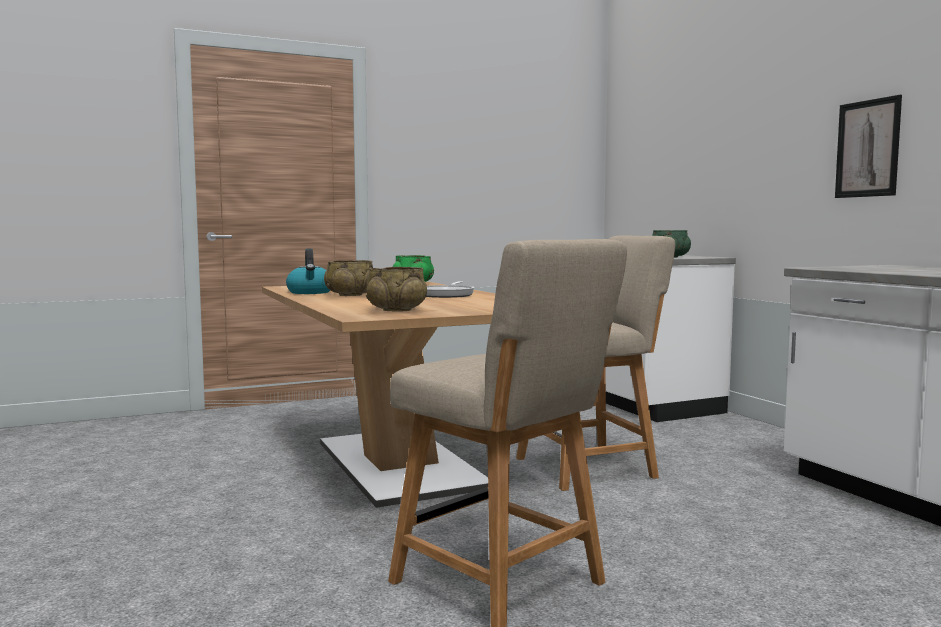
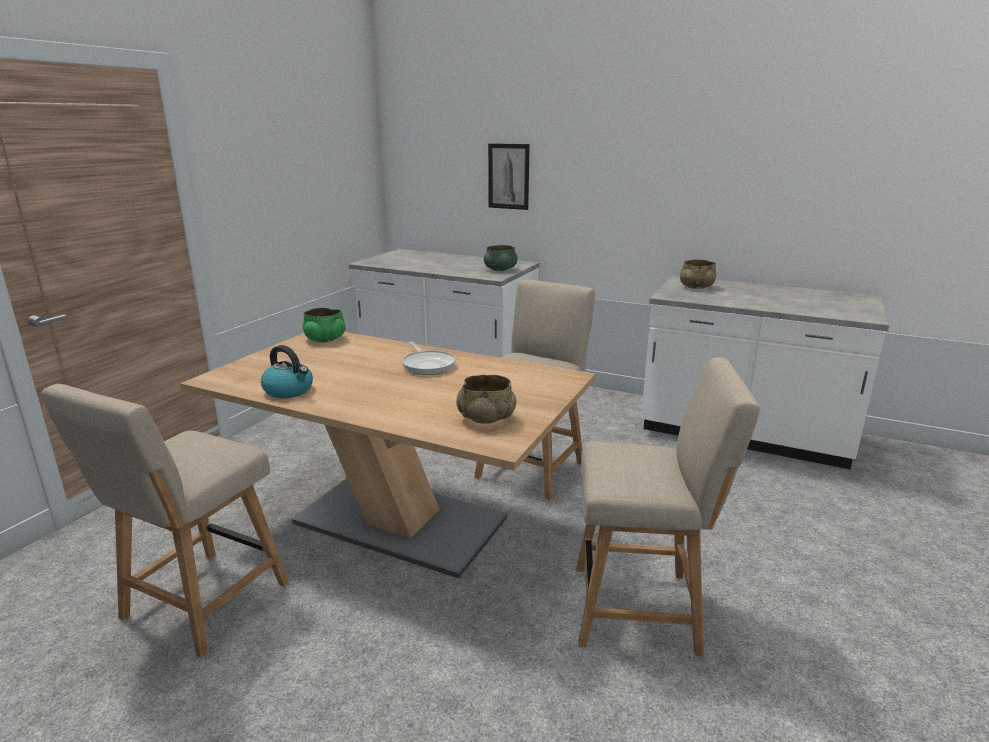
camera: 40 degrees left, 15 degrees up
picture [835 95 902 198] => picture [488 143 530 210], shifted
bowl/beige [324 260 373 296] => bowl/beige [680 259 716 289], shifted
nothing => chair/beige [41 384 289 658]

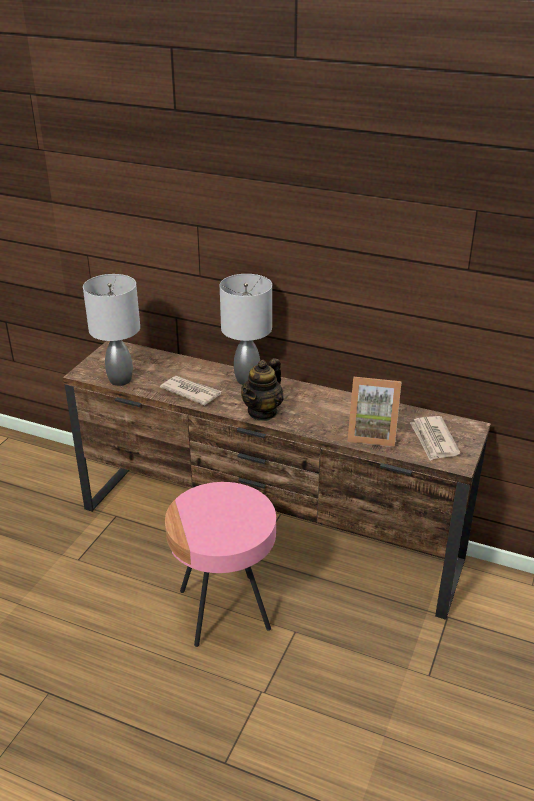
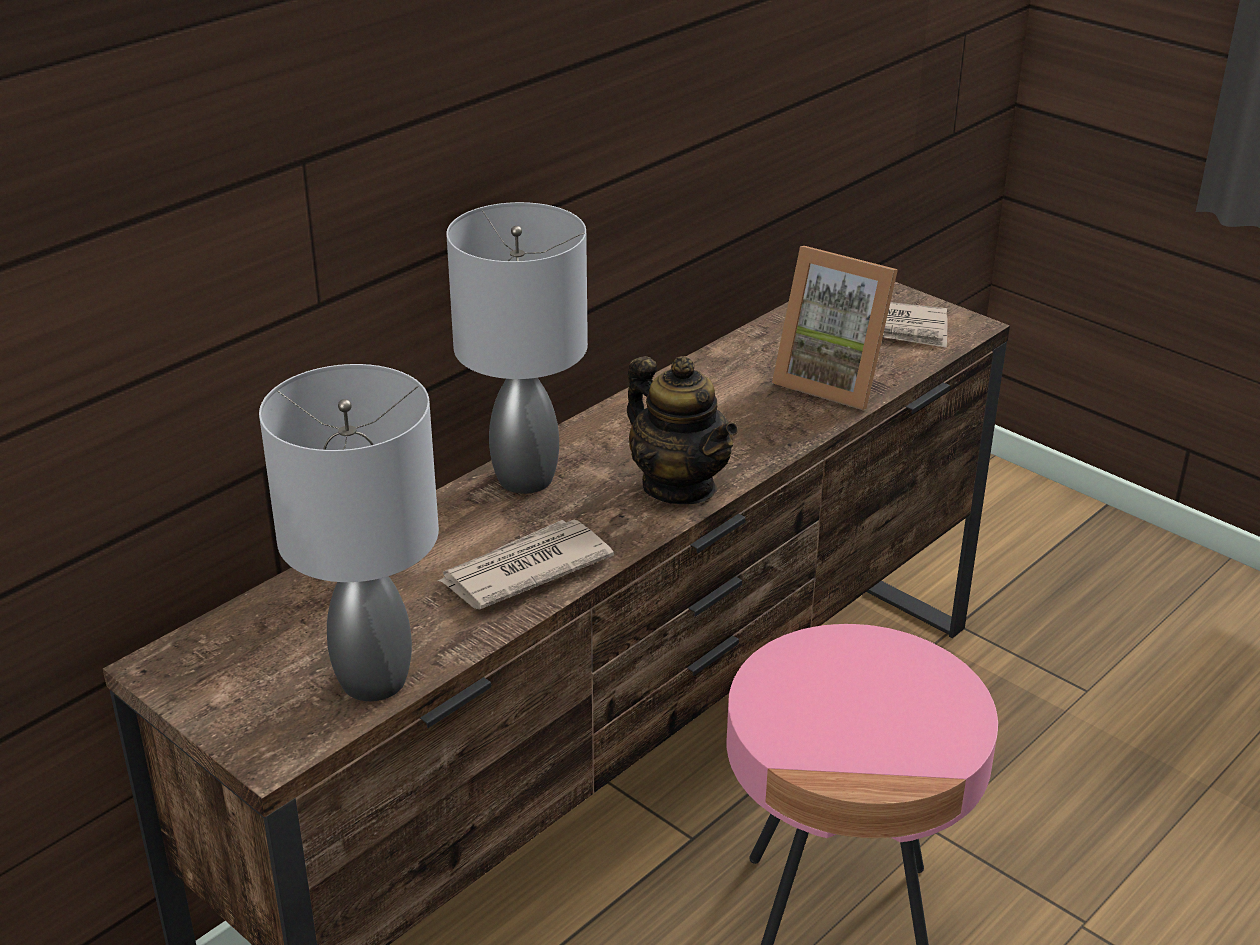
camera: 70 degrees left, 0 degrees up
picture frame [347 377 402 447] => picture frame [772 246 898 410], 90 degrees clockwise

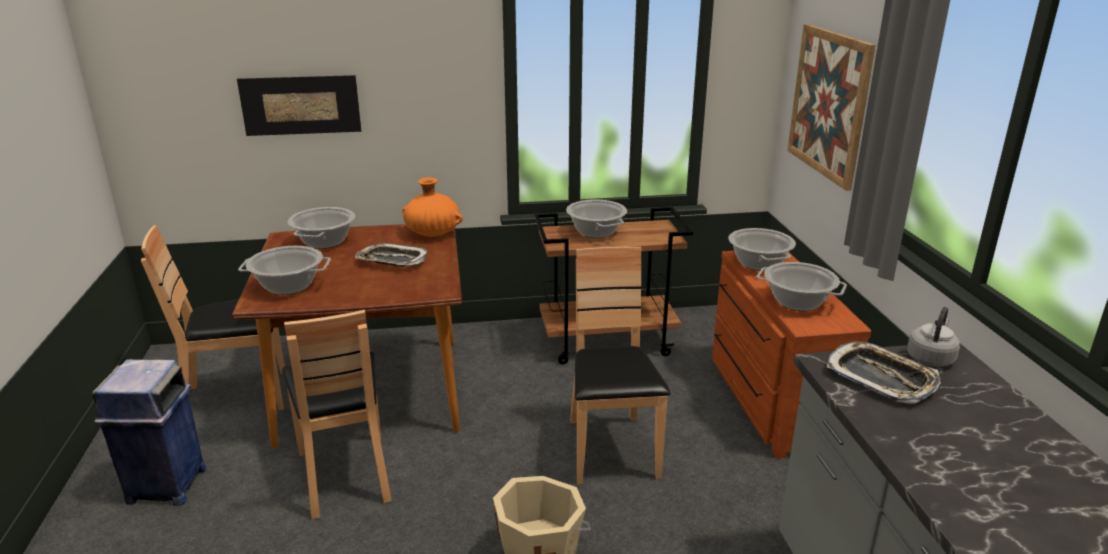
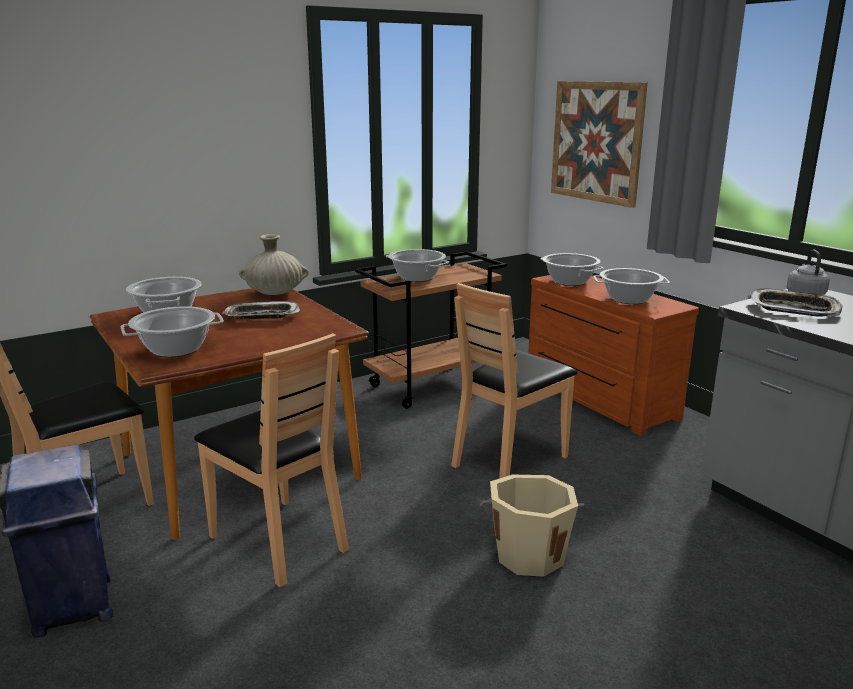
camera: 25 degrees left, 5 degrees down
picture [237 75 361 136] => nothing
vase/orange [402 177 463 237] => vase/beige [239 234 309 295]
chair/brown [570 247 671 484] => chair/brown [451 283 578 479], 105 degrees counterclockwise

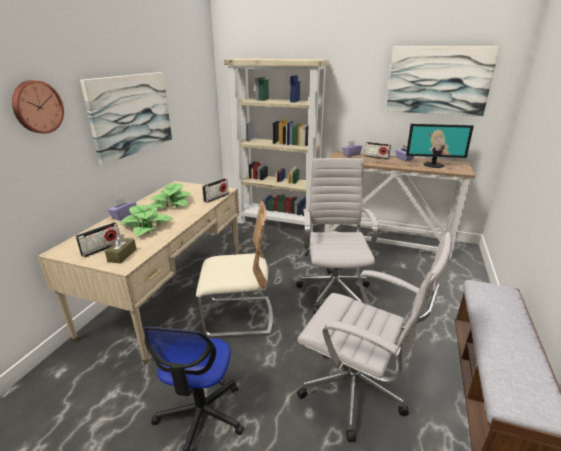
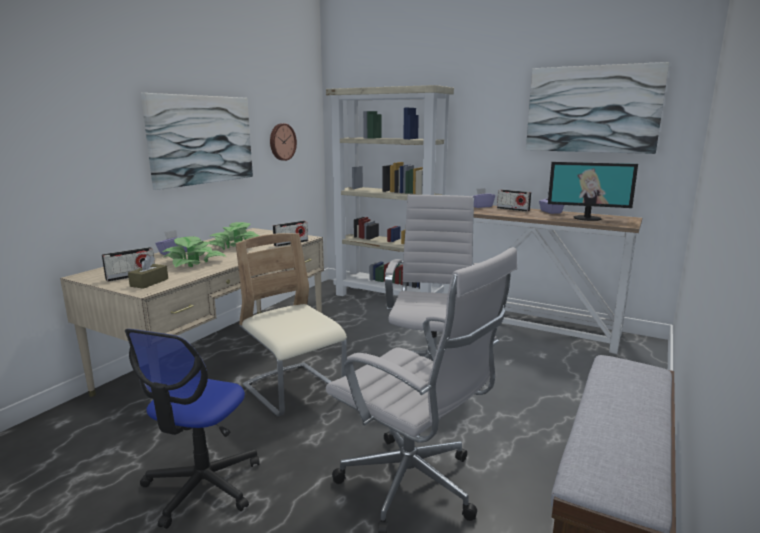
camera: 10 degrees right, 10 degrees down
wall clock [12 80 64 134] => wall clock [270 124 297 161], shifted
chair/beige [196 201 273 337] => chair/beige [236 233 347 416], 135 degrees counterclockwise

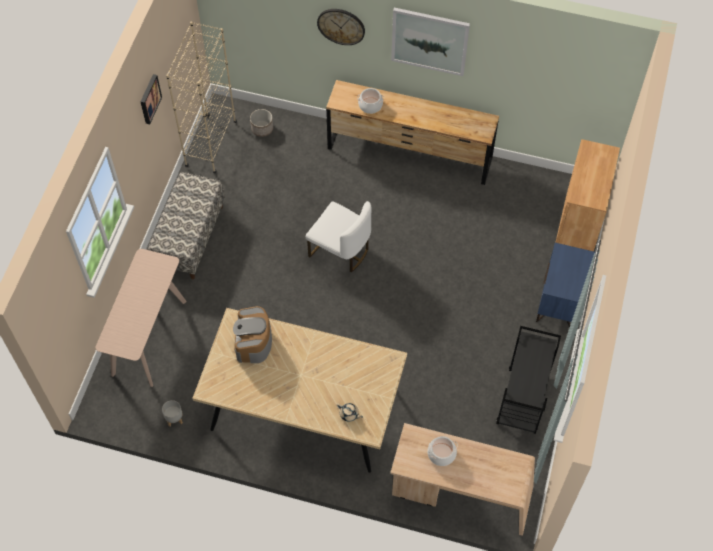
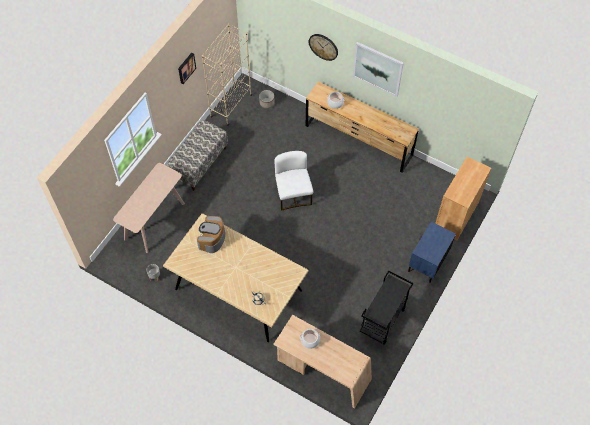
camera: 15 degrees right, 0 degrees up
chair/white [306 201 371 272] => chair/white [274 151 313 211], 150 degrees counterclockwise

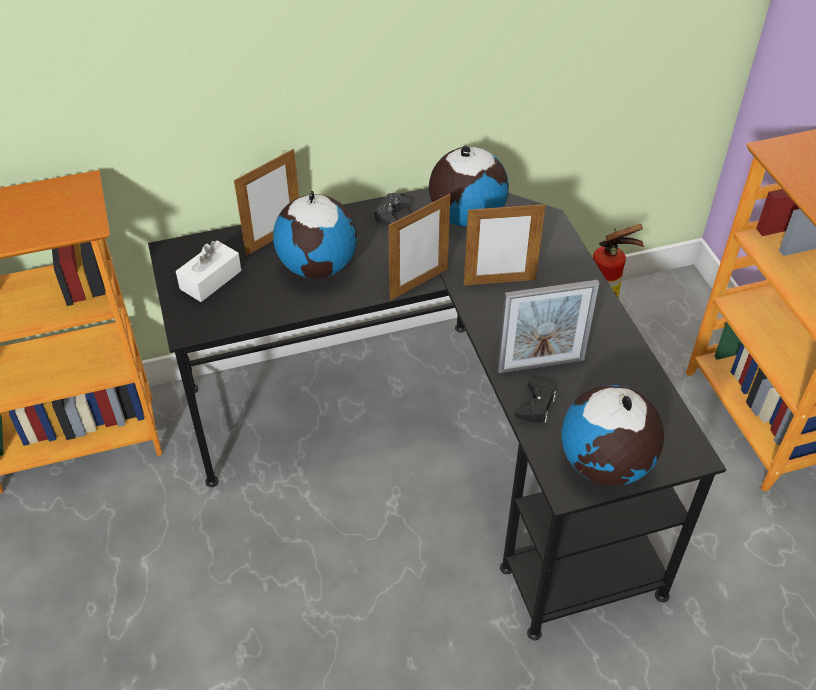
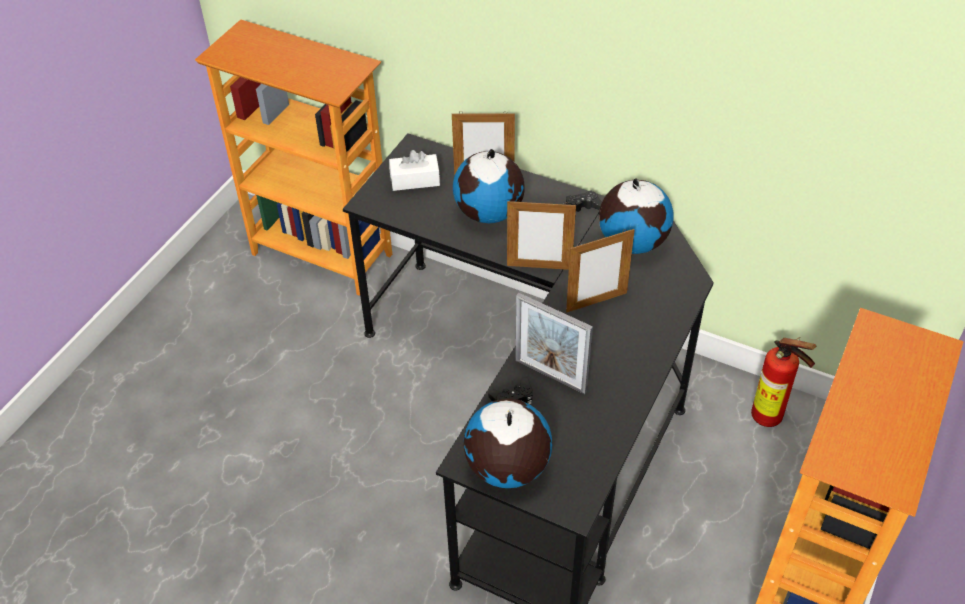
camera: 45 degrees right, 0 degrees up
picture frame [464 202 545 285] => picture frame [566 229 635 313], 60 degrees counterclockwise

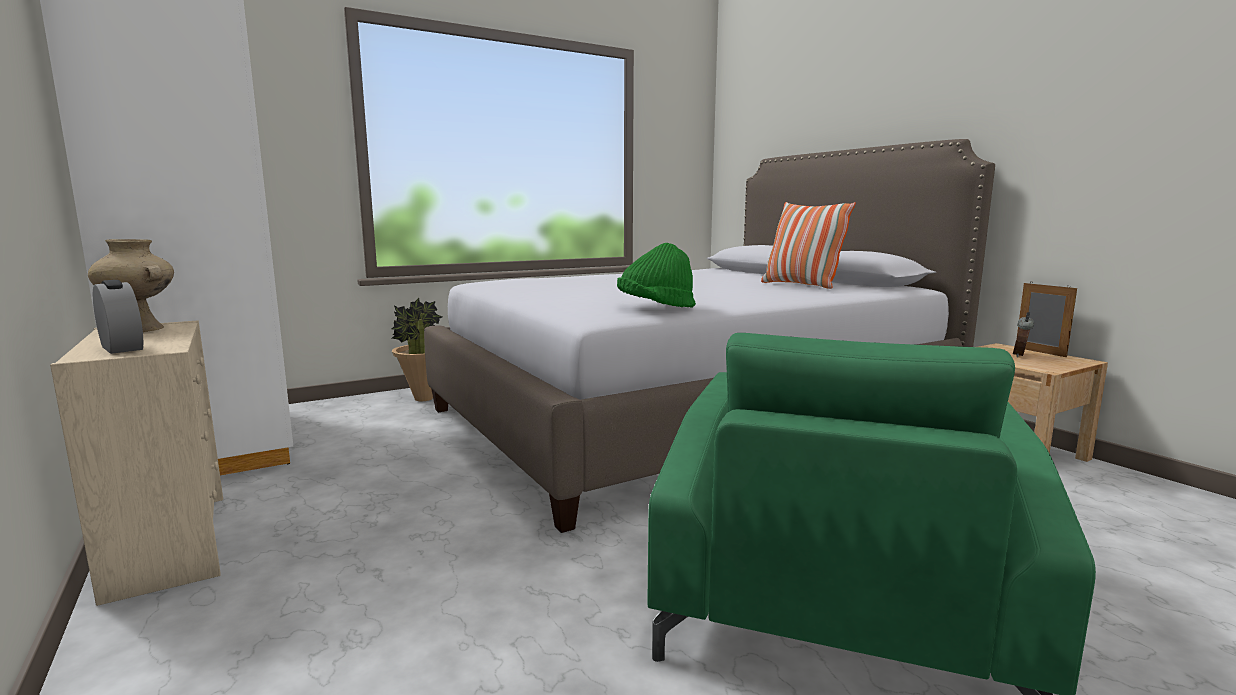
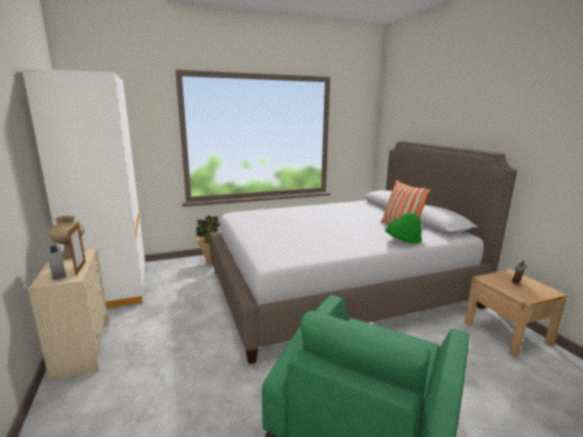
camera: 10 degrees right, 5 degrees up
hat/green [617 243 696 308] => hat/green [385 212 422 243], shifted
picture frame [1017 281 1077 357] => picture frame [67 222 86 276], shifted

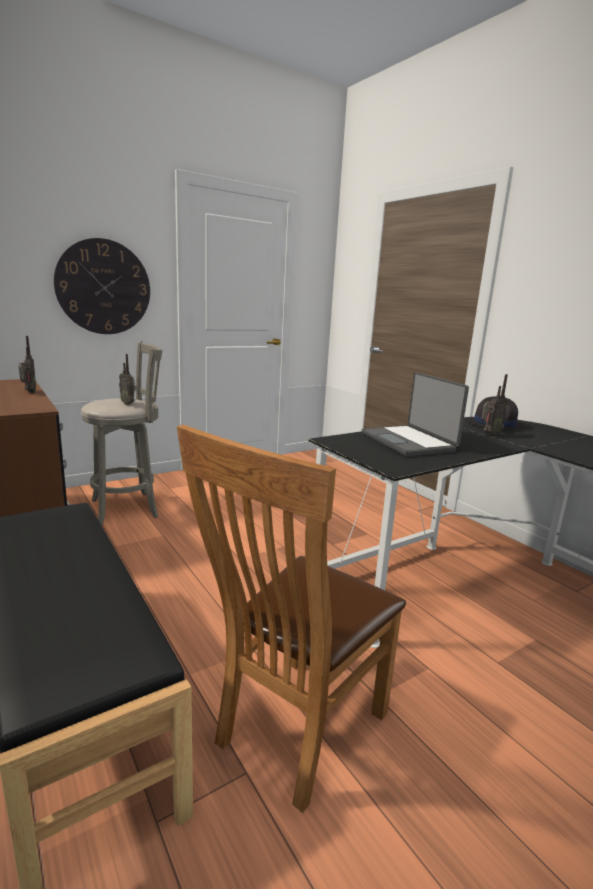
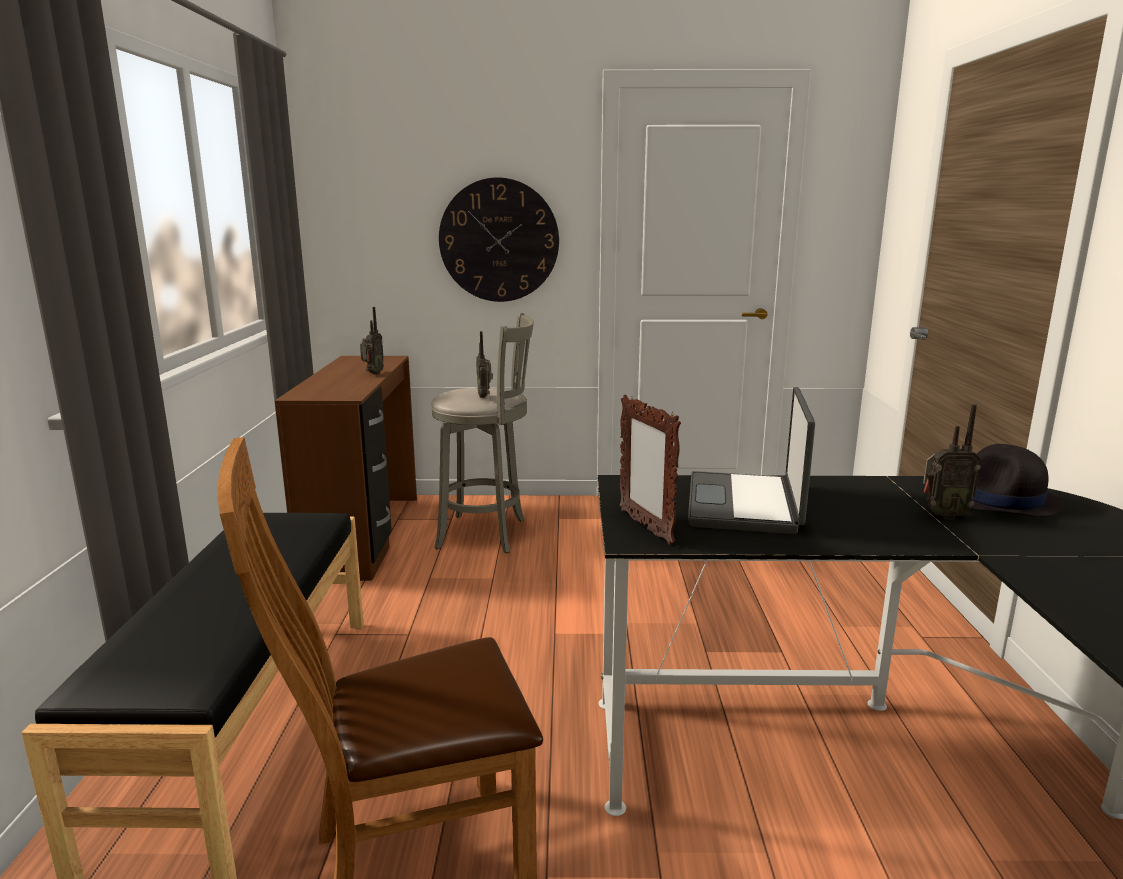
camera: 35 degrees right, 0 degrees up
nothing => picture frame [620 395 681 545]

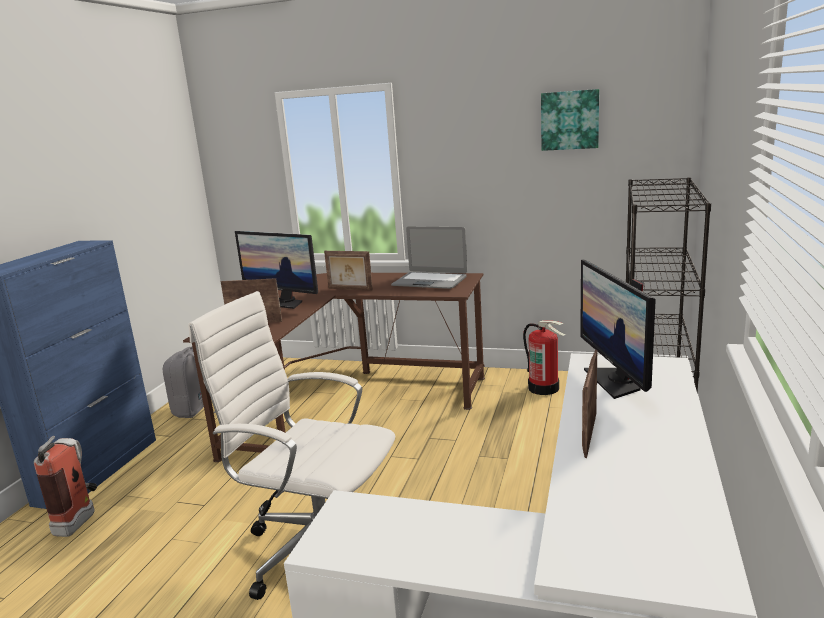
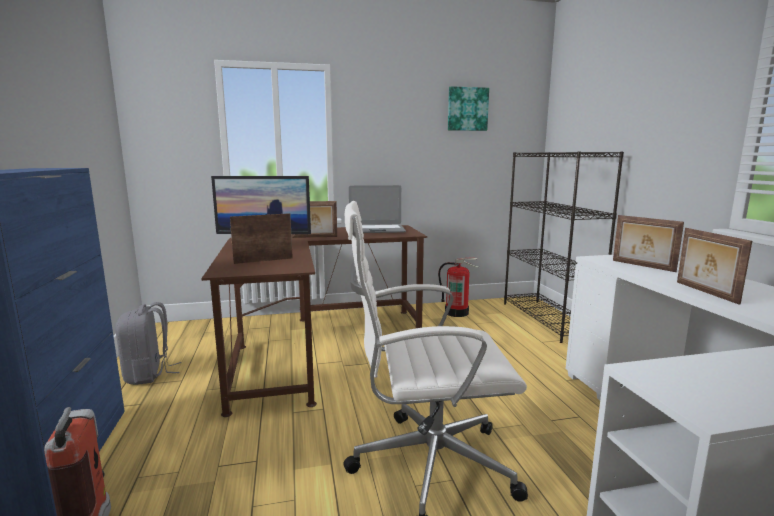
camera: 30 degrees left, 5 degrees down
monitor [580 259 656 399] => picture frame [613 215 684 272]

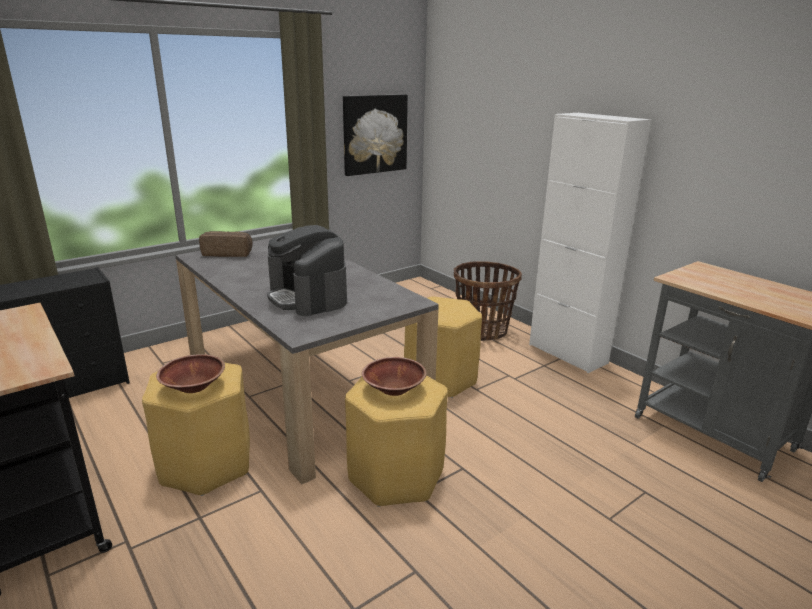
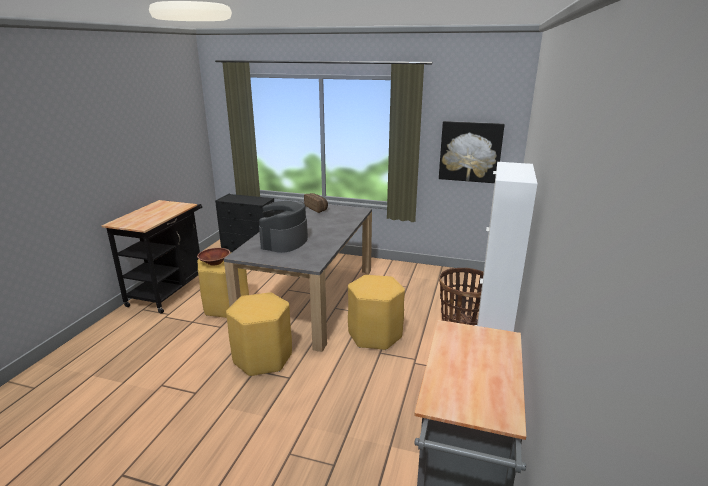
camera: 55 degrees right, 0 degrees up
bowl/brown [362 357 427 396] => nothing

